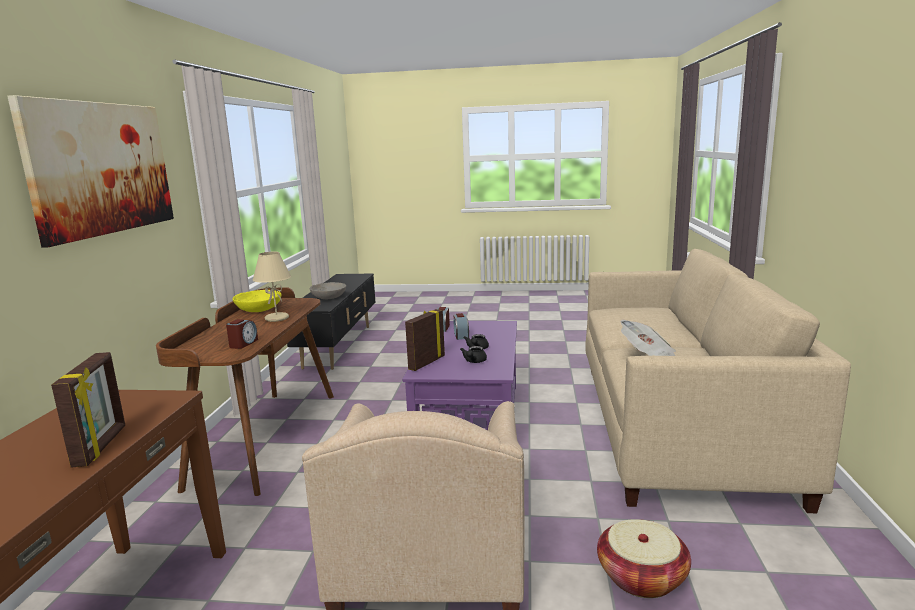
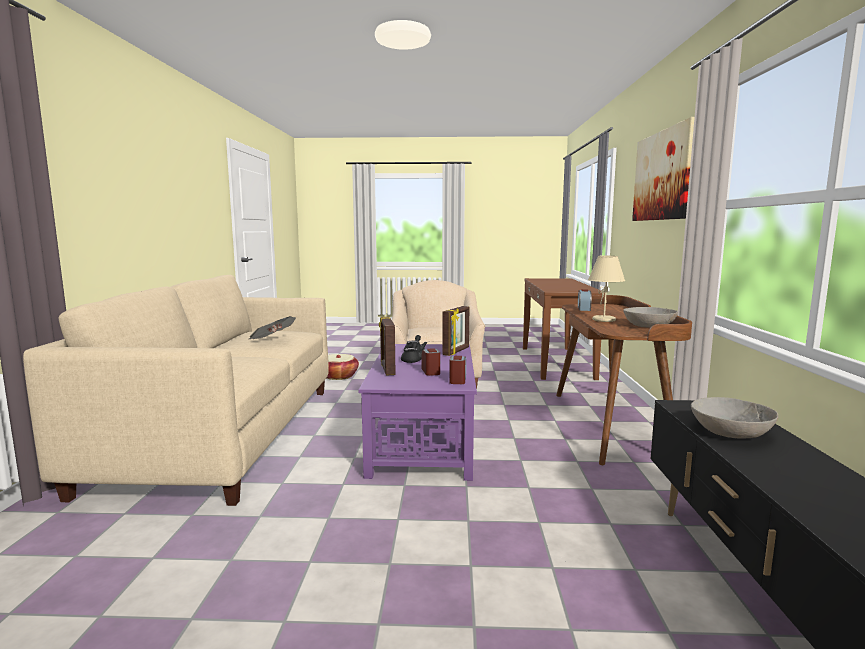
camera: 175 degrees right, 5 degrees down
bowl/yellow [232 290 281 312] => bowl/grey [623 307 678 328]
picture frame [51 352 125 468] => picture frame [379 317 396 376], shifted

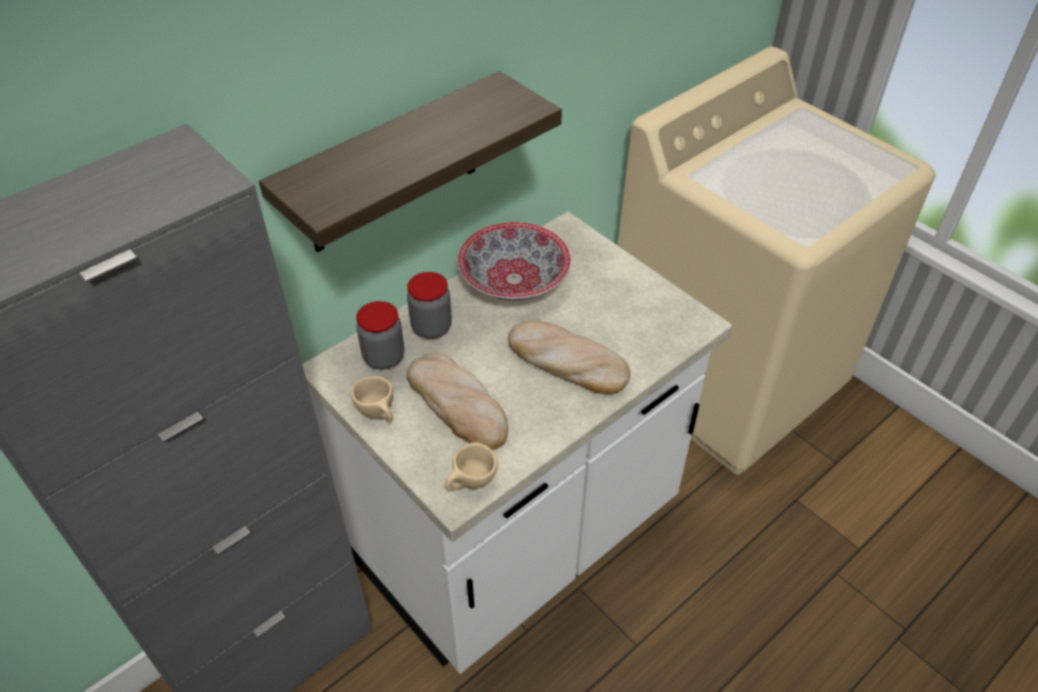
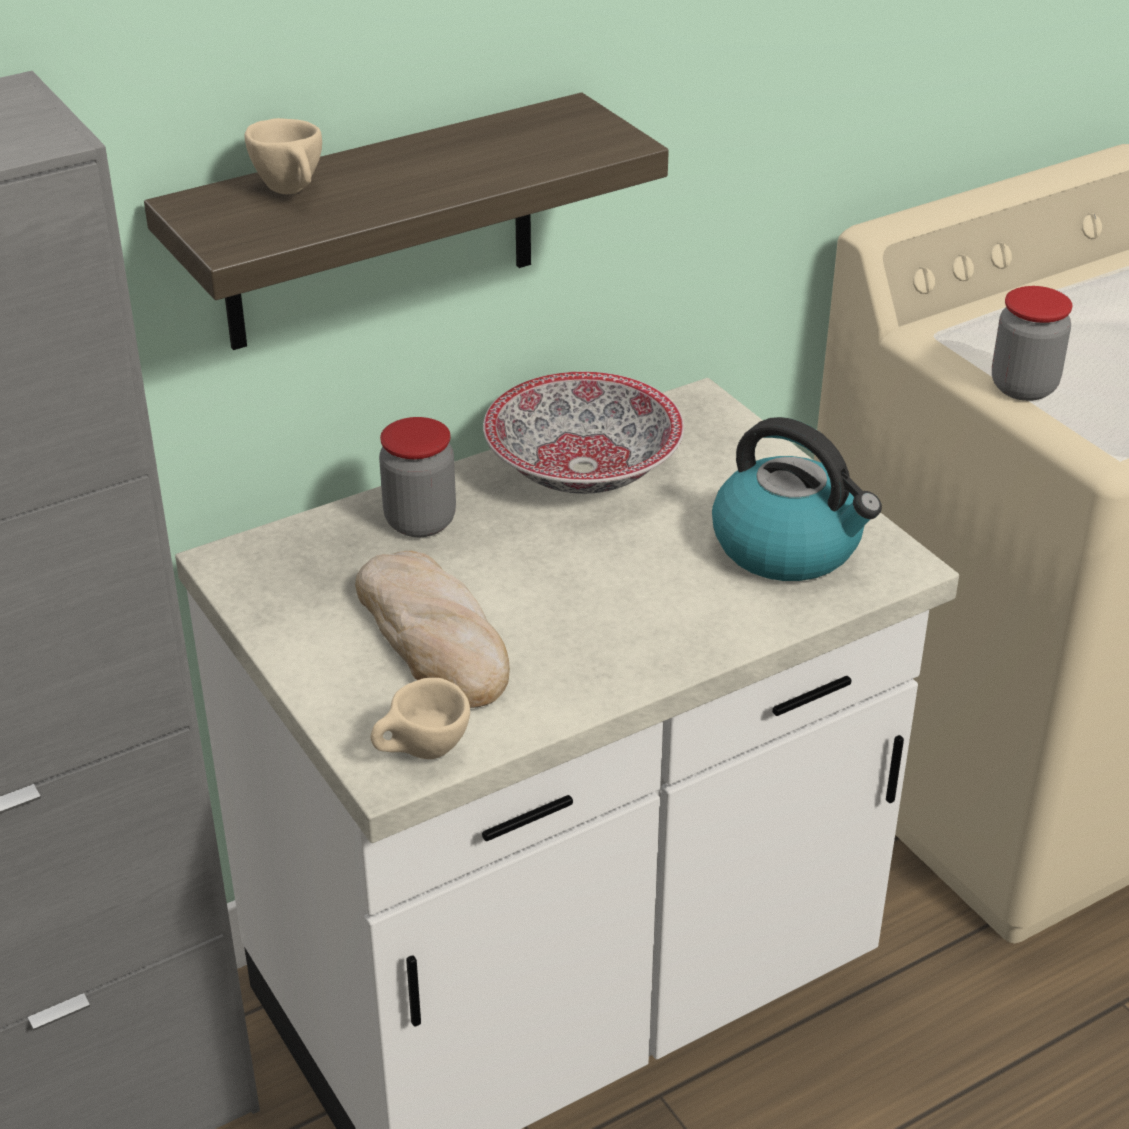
camera: 10 degrees right, 10 degrees down
jar [356 301 404 370] => jar [992 286 1072 401], shifted
bread [508 320 630 394] => nothing
cup/beige [350 376 393 421] => cup/beige [244 118 322 194], shifted
nothing => kettle [712 417 882 581]

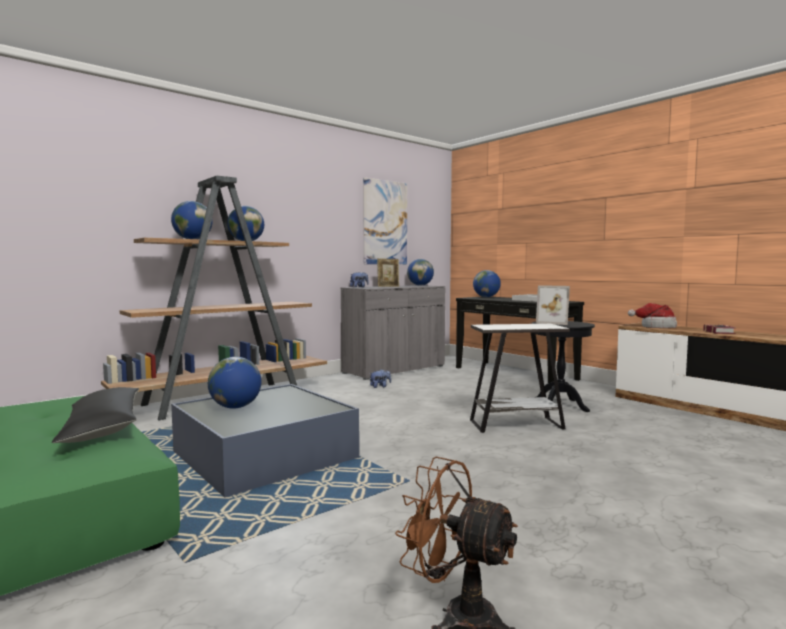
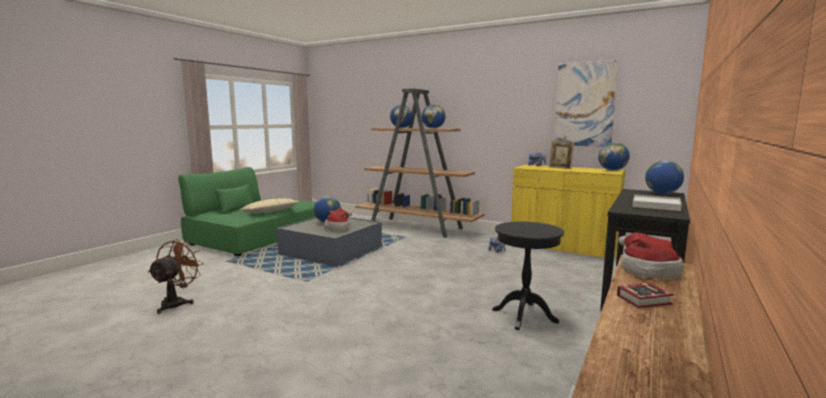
camera: 70 degrees right, 5 degrees up
cabinet/grey [341 285 445 380] => cabinet/yellow [511 165 625 259]
picture frame [536 285 570 325] => nothing
side table/white [470 324 570 433] => nothing
pillow/black [52 387 139 443] => pillow/beige [240 198 300 214]
nothing => hat [324 208 352 231]

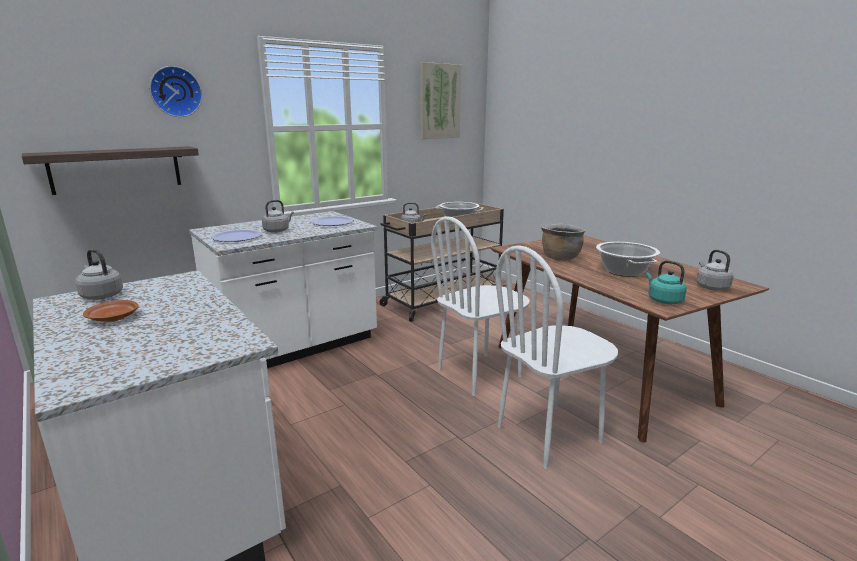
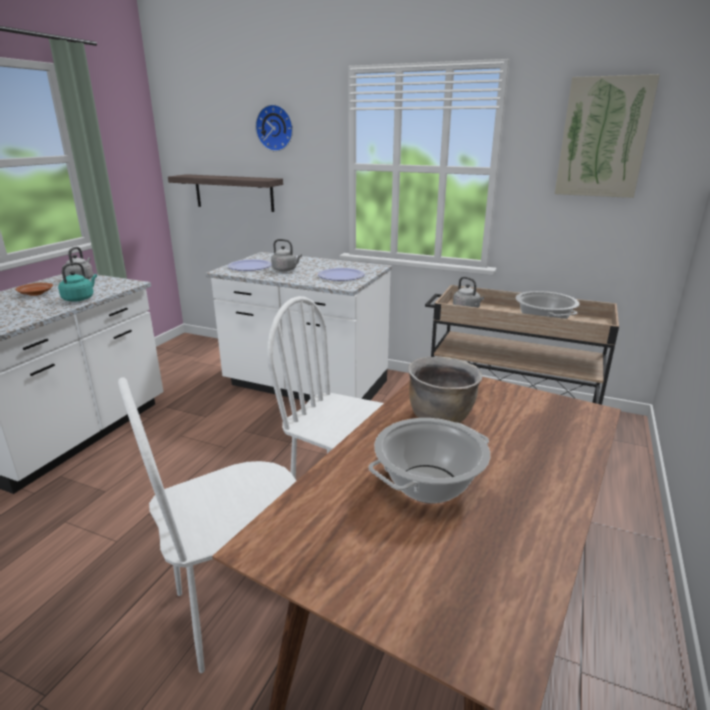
camera: 60 degrees right, 5 degrees up
chair/white [496 245 618 469] => chair/white [118 377 296 673], 60 degrees counterclockwise
kettle/grey [697 250 733 290] => nothing
kettle/turquoise [646 260 687 304] => kettle/turquoise [58 262 97 302], shifted

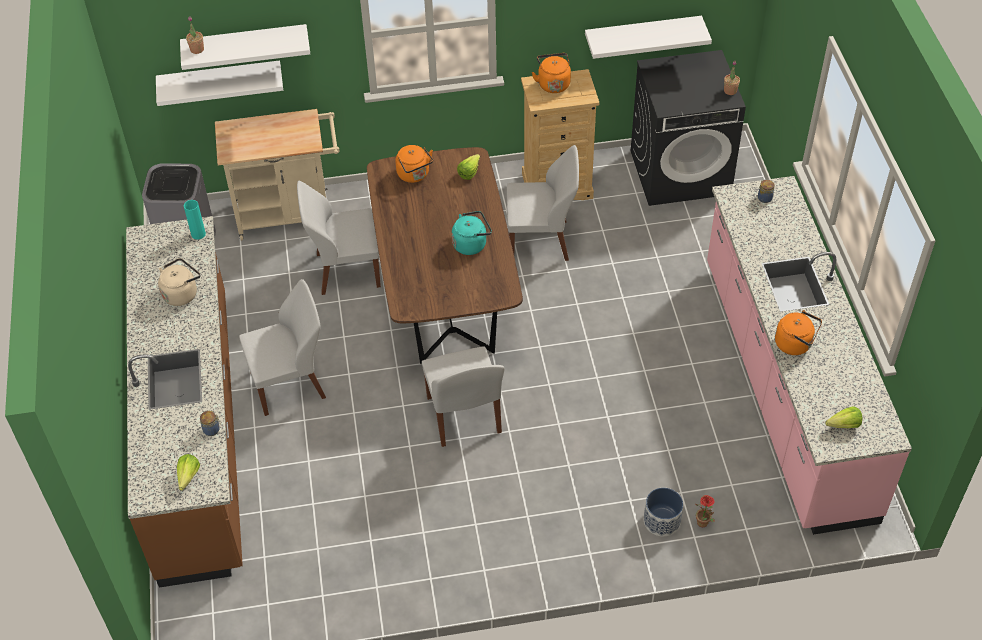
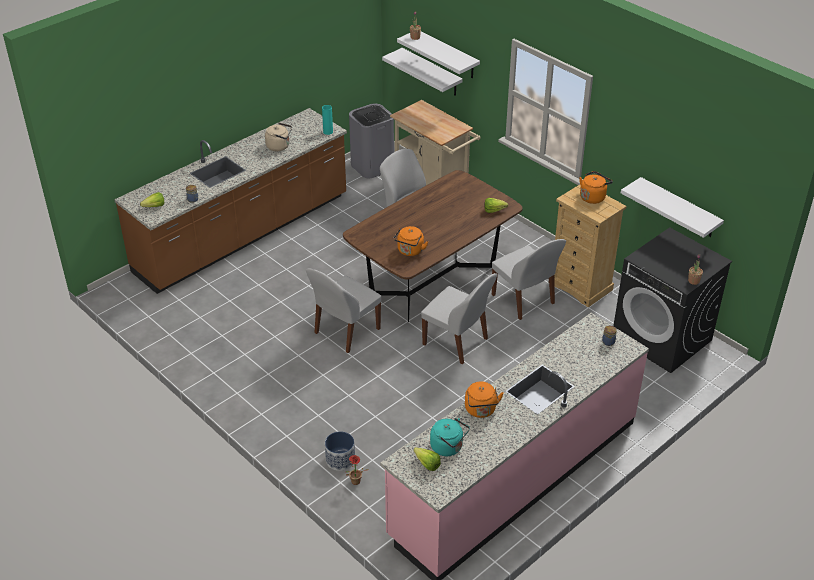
camera: 55 degrees right, 10 degrees down
kettle/orange [395 145 433 183] => kettle/orange [394 226 428 256], shifted
kettle/turquoise [452 211 492 255] => kettle/turquoise [430 418 470 456], shifted
chair/white [239 279 326 416] => chair/white [421 273 497 364], shifted

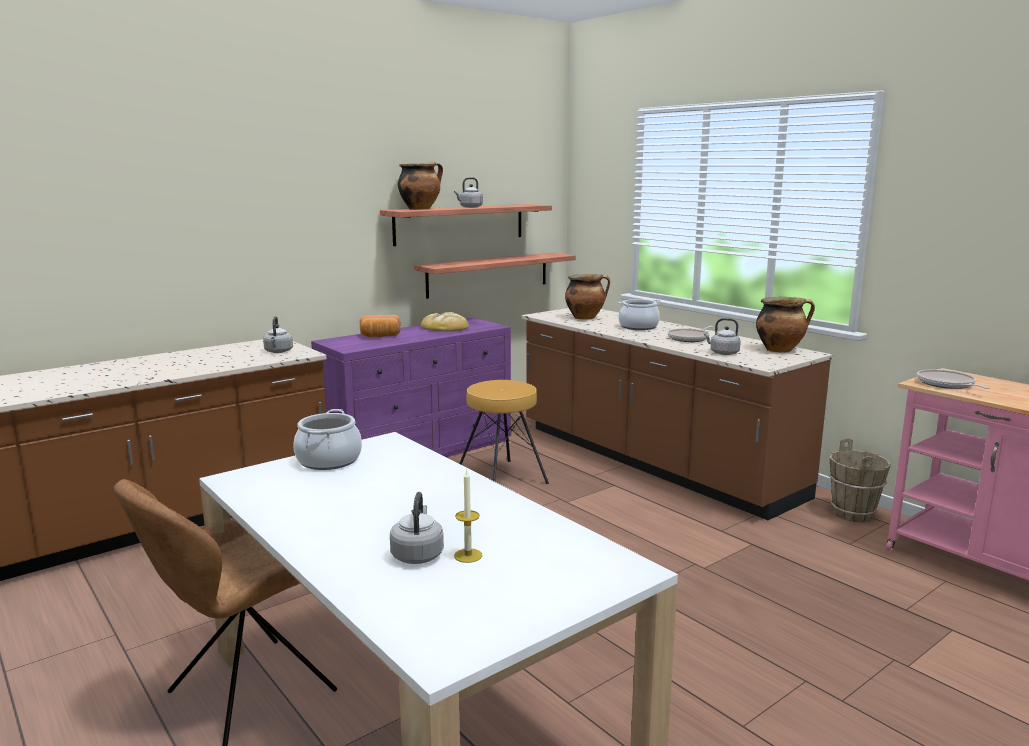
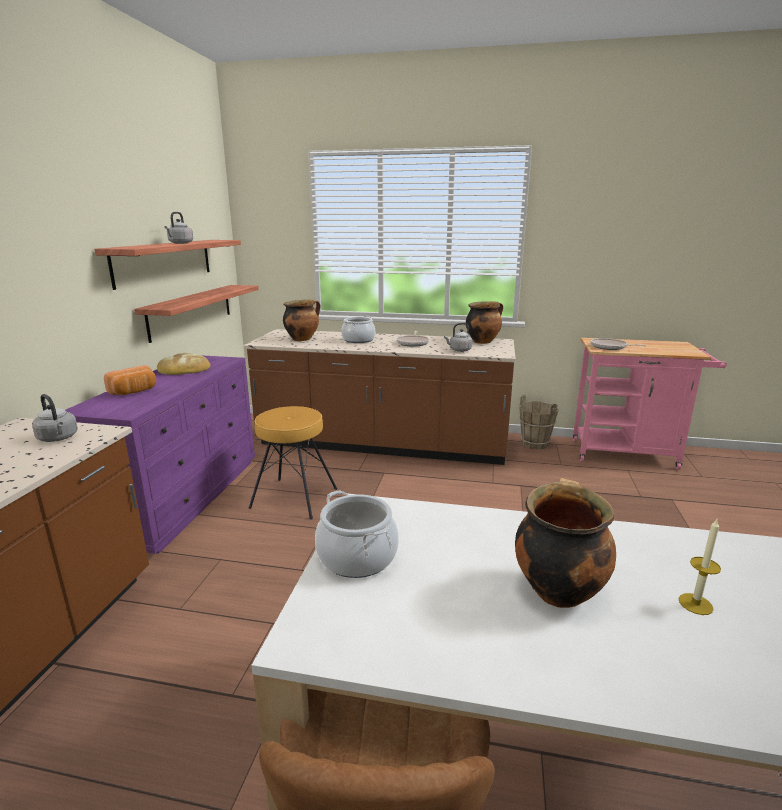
camera: 40 degrees left, 5 degrees up
cooking pot [398 162 443 210] => cooking pot [515 478 616 608], shifted
kettle/grey [390 492 444 564] => nothing

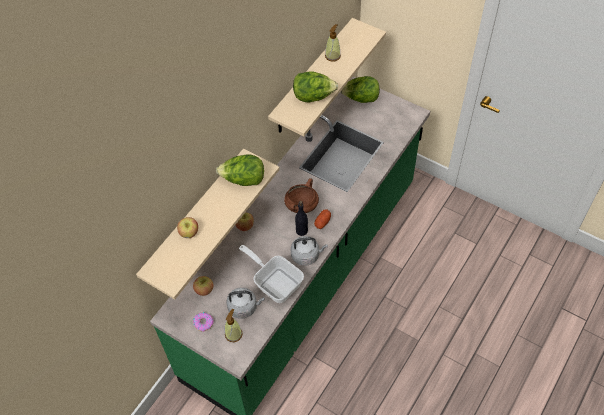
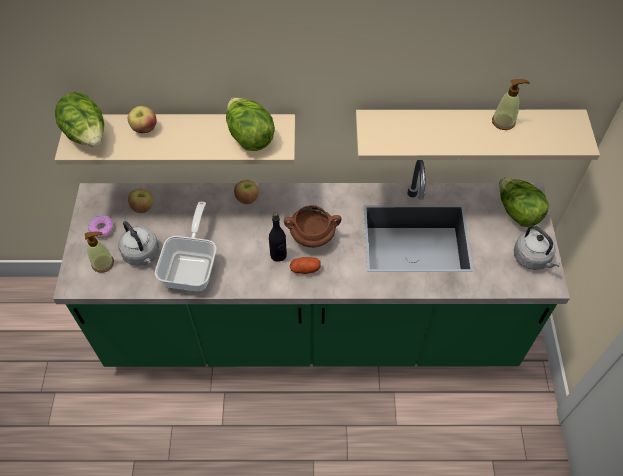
camera: 55 degrees right, 0 degrees up
lettuce [293 71 338 102] => lettuce [55 92 104 147], shifted
kettle/grey [291 236 328 266] => kettle/grey [514 225 561 270], shifted

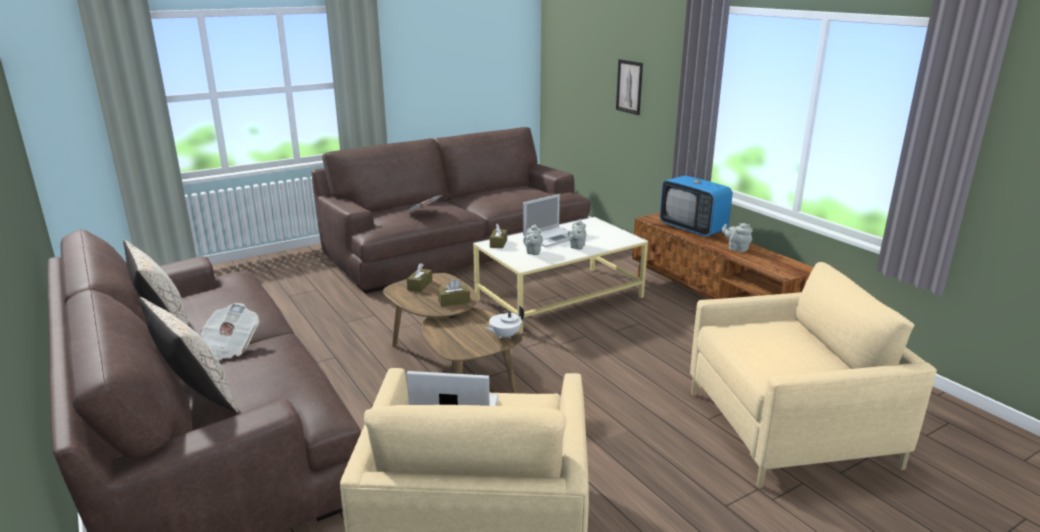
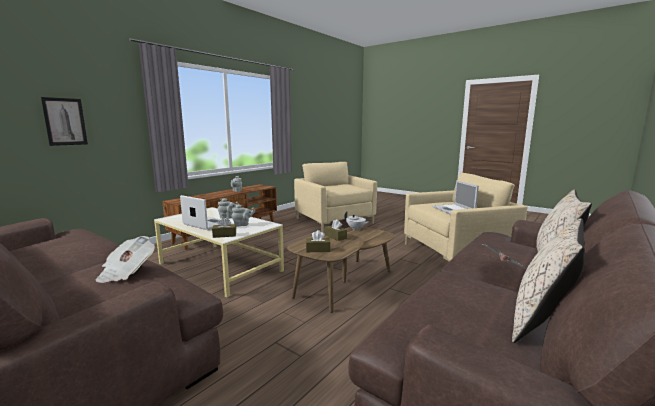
camera: 110 degrees left, 10 degrees down
television [660 150 733 236] => nothing

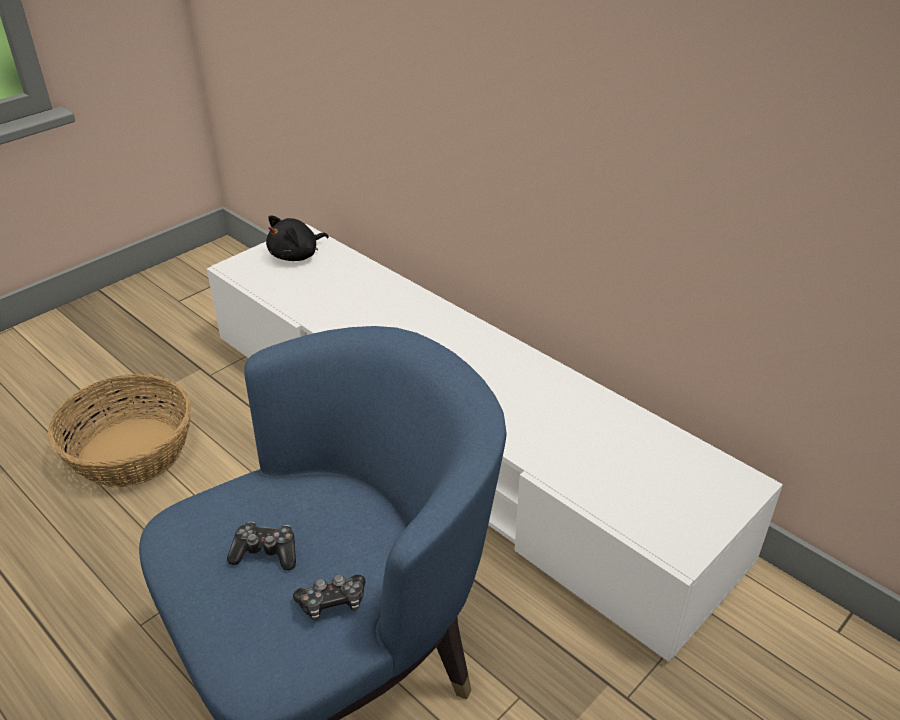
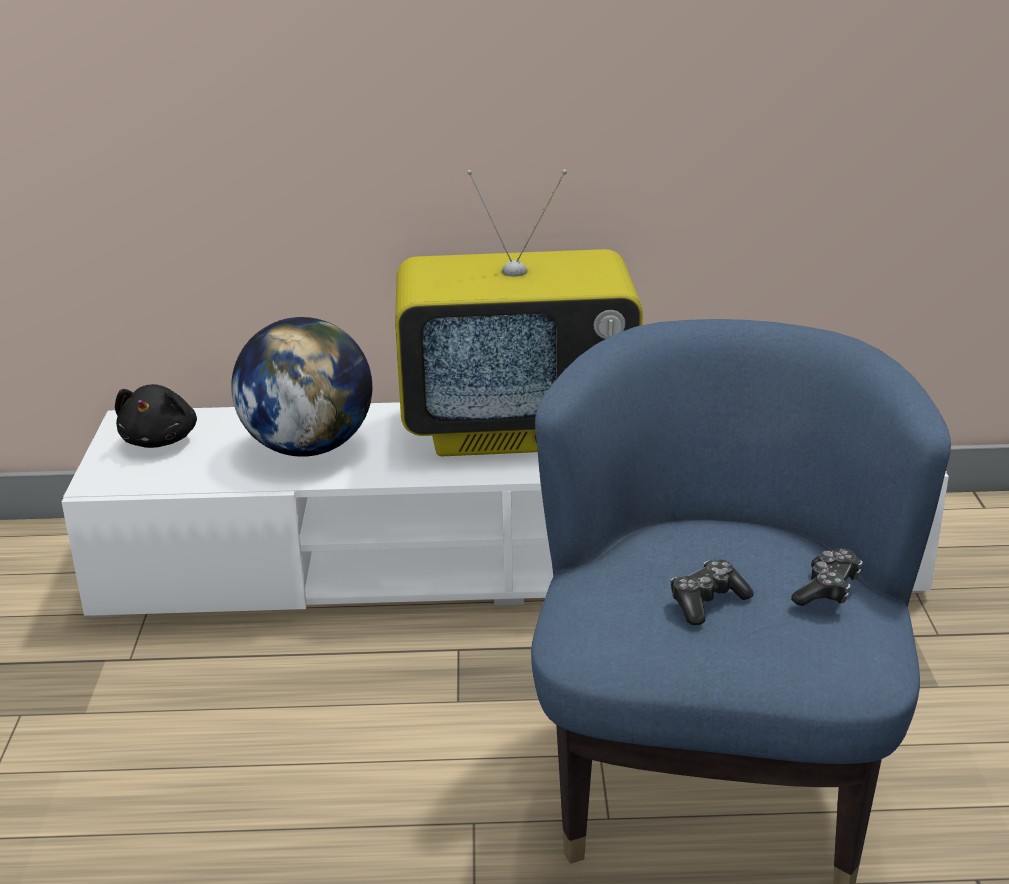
camera: 45 degrees left, 10 degrees down
basket [48 374 191 488] => nothing
nothing => television [395 169 643 456]
nothing => globe [231 317 372 457]

